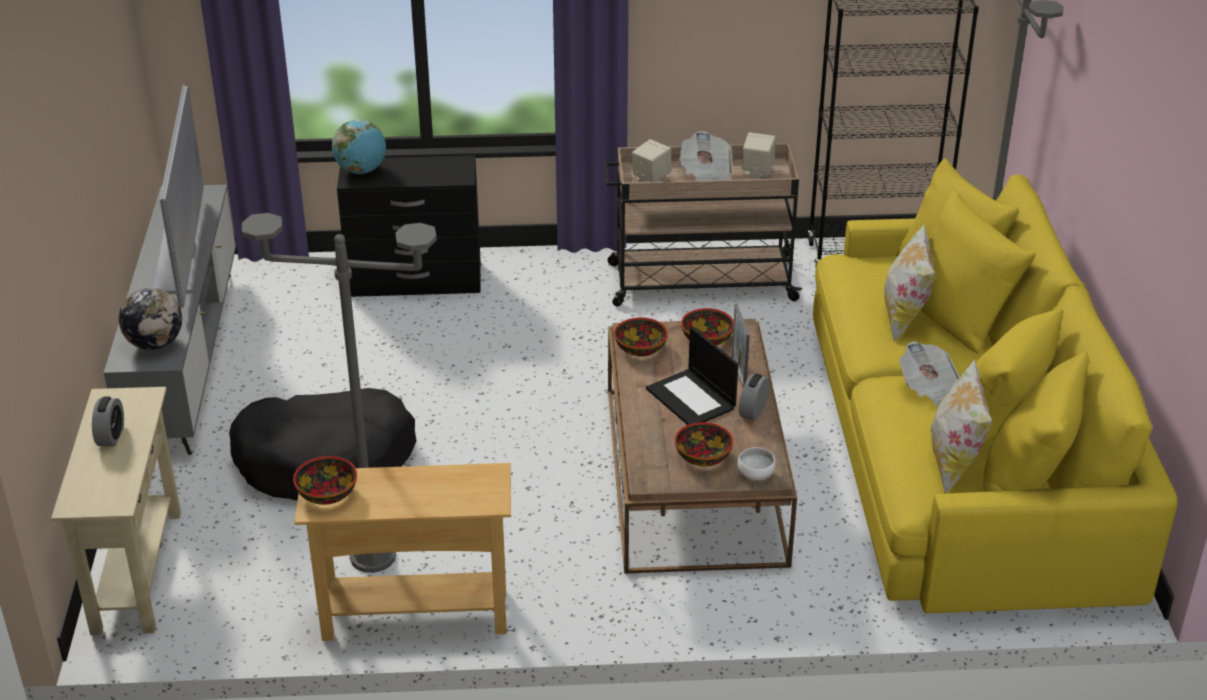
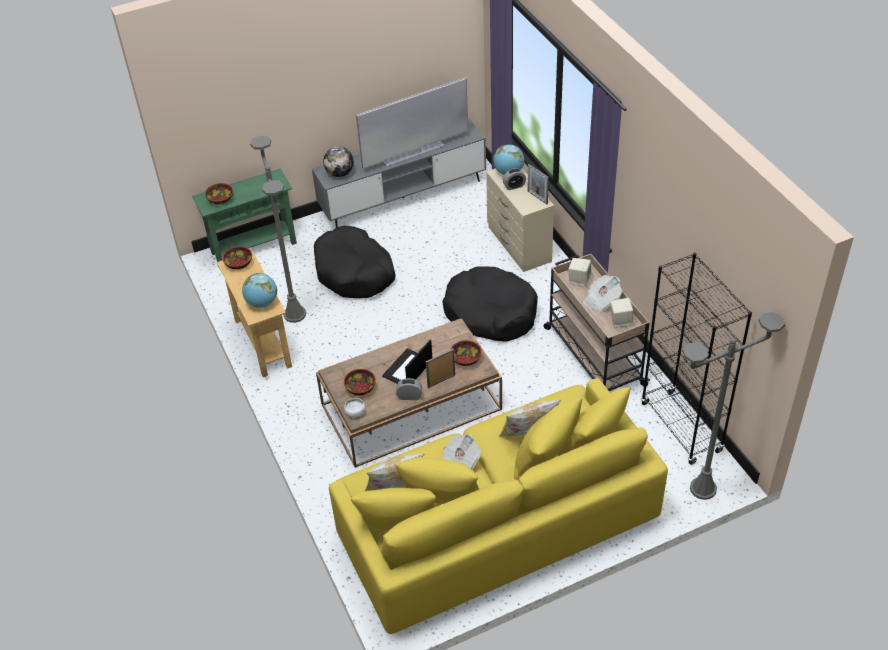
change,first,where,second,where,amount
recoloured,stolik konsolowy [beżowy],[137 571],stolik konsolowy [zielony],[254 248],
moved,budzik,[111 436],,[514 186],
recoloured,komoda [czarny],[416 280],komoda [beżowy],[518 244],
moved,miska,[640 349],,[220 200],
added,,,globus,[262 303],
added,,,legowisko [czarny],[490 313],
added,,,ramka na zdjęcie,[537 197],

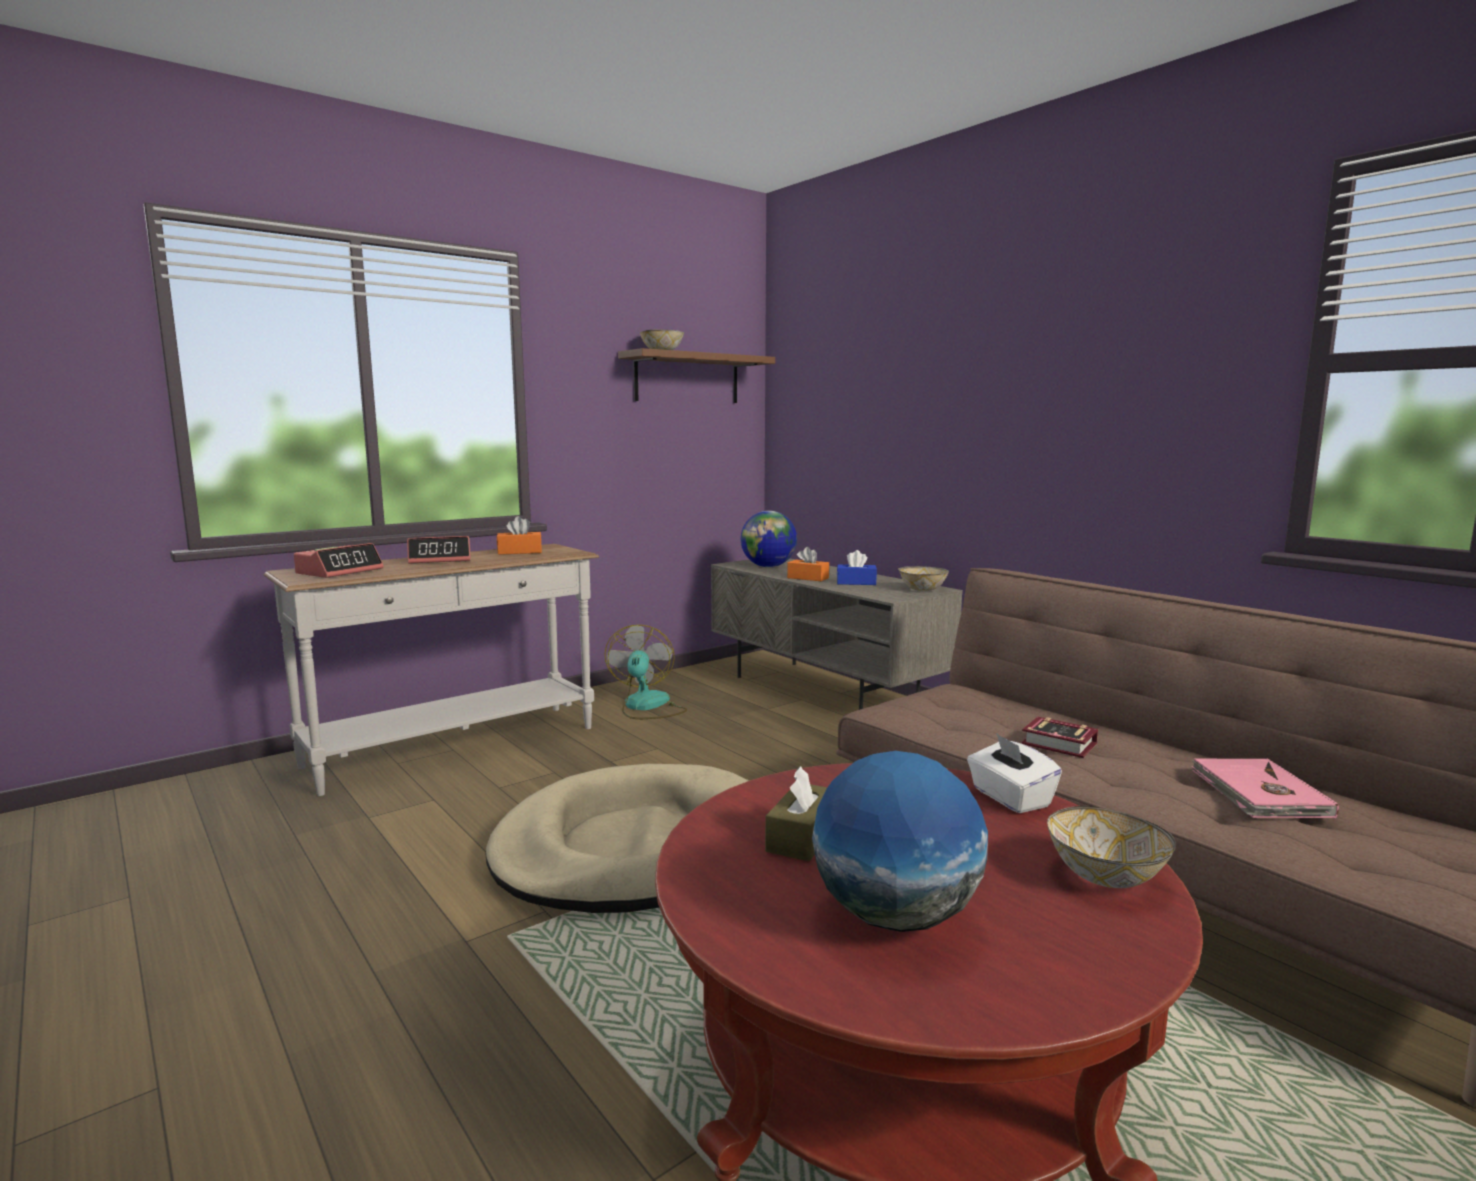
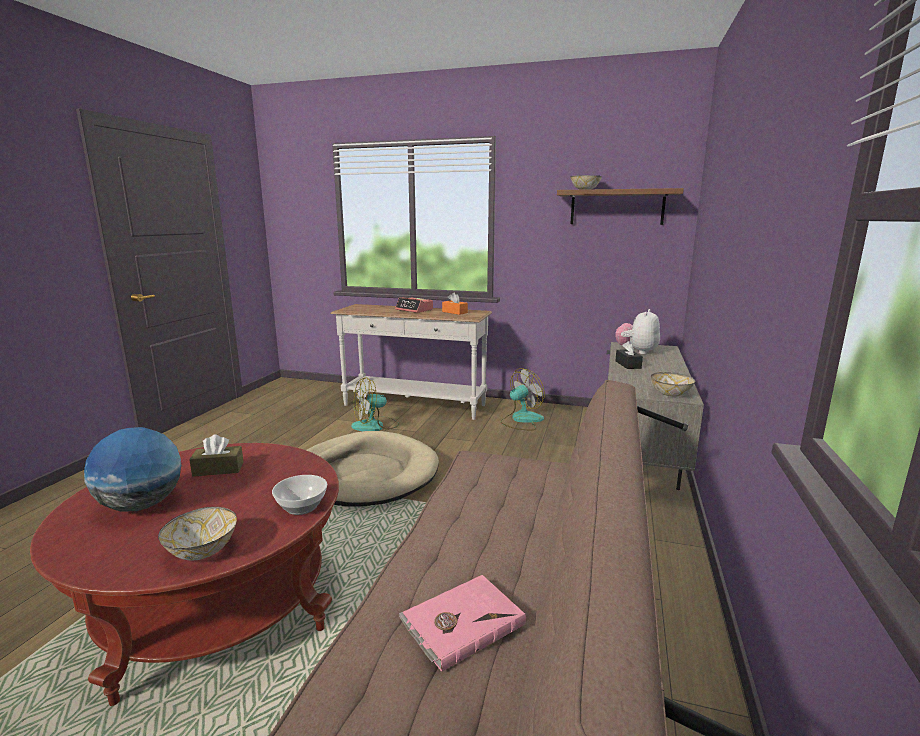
change,first,where,second,where,amount
removed,budzik,[340 571],,,
replaced,globus,[768 567],pluszak,[637 351],
recoloured,pudełko chusteczek [pomarańczowy],[808 578],pudełko chusteczek [czarny],[628 365],
removed,pudełko chusteczek [niebieski],[856 582],,,
replaced,pudełko chusteczek [biały],[1010 798],miska,[301 507],
removed,książka,[1061 745],,,
added,,,wentylator,[375 426],

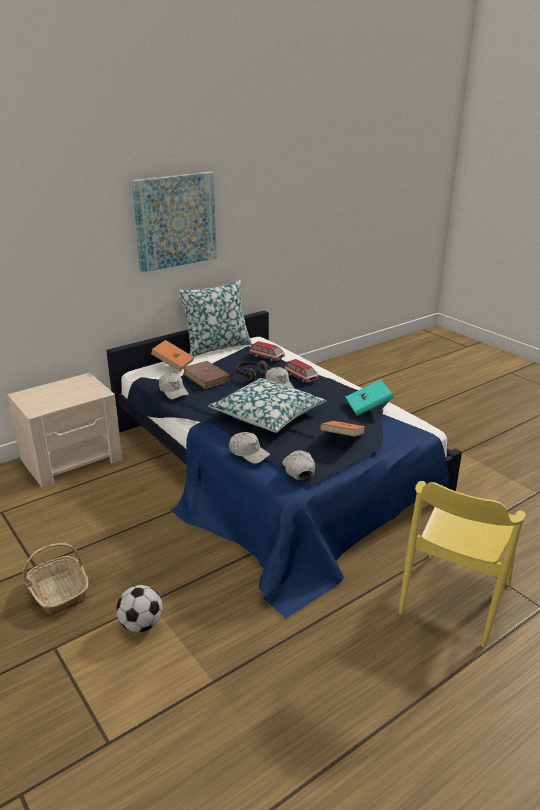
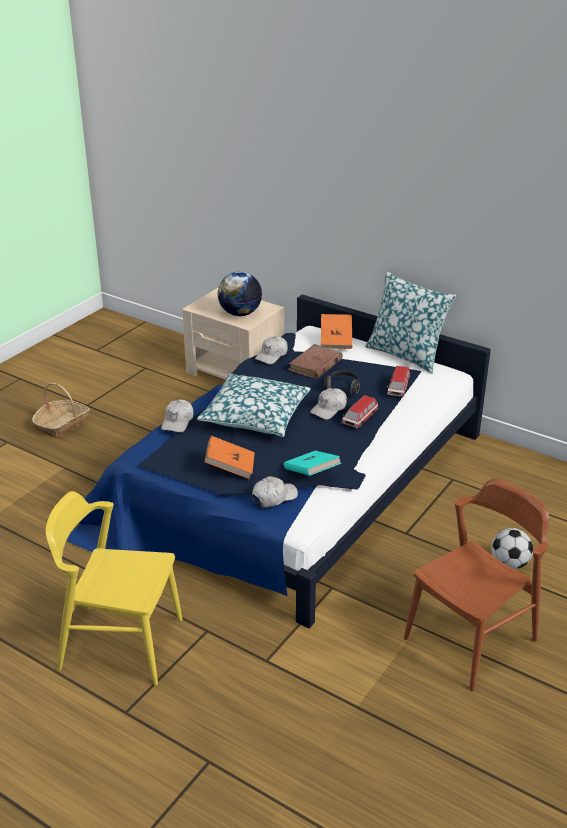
change,first,where,second,where,amount
moved,piłka futbolowa,[141 625],,[509 564],
removed,obraz,[175 221],,,
moved,czapka z daszkiem [biały],[298 469],,[274 497],
added,,,globus,[240 313],
added,,,krzesło [brązowy],[471 639],

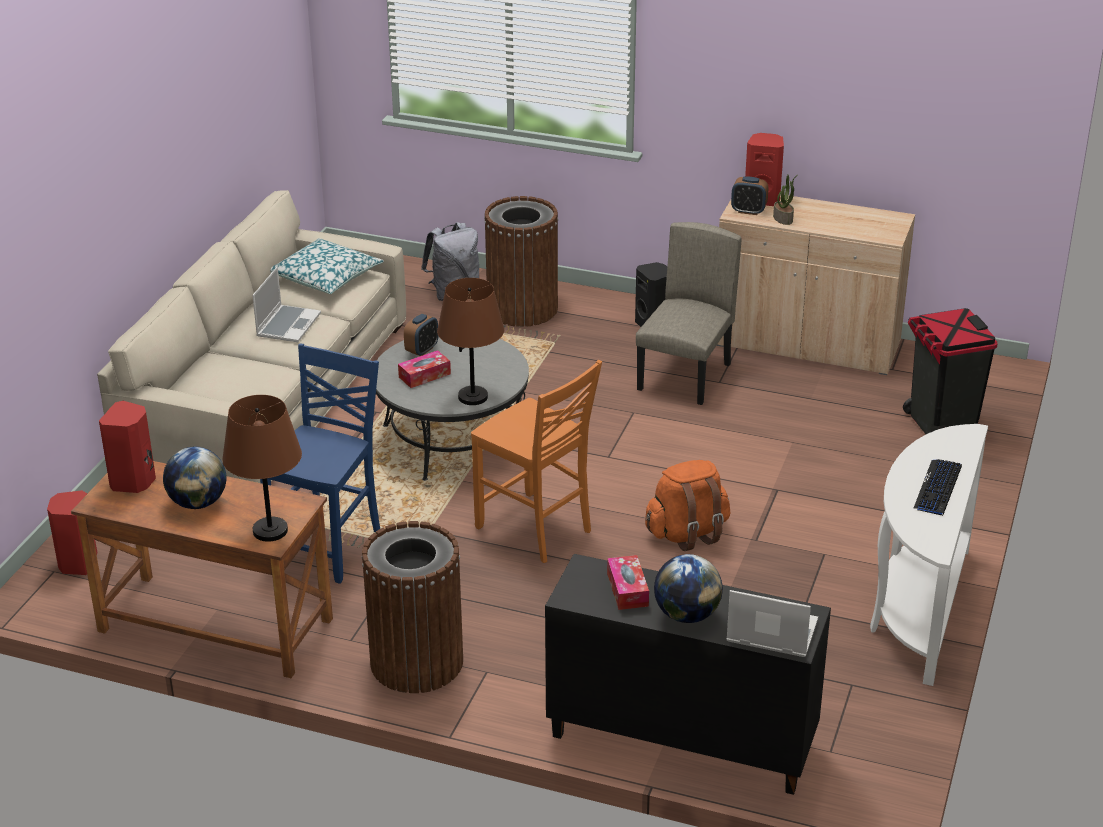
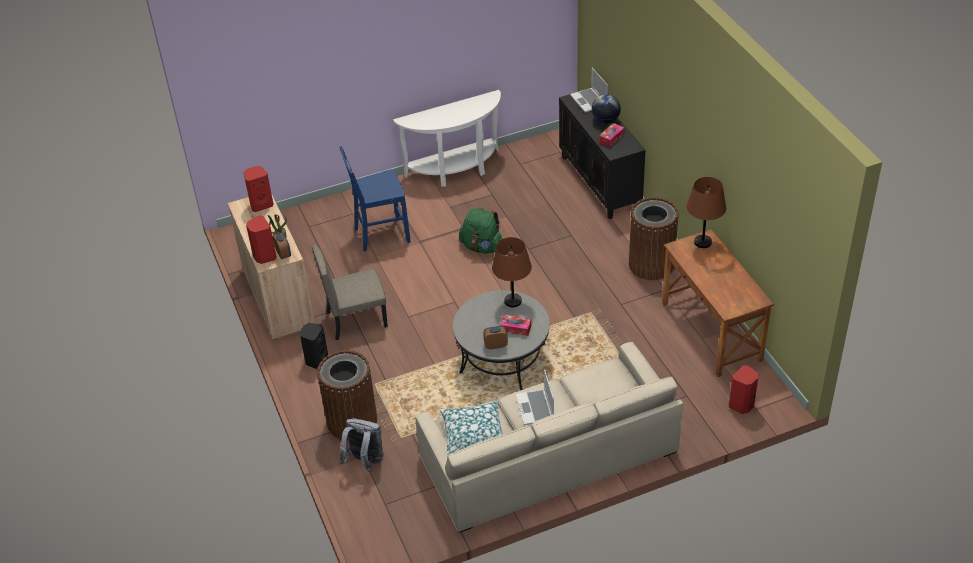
change,first,where,second,where,amount
moved,głośnik [czerwony],[134 482],,[261 204],
removed,globus,[198 502],,,
turned,laptop,[288 325],,[535 408],75 degrees counterclockwise
moved,krzesło [niebieski],[329 547],,[380 235],
removed,krzesło [pomarańczowy],[536 530],,,
recoloured,plecak [pomarańczowy],[687 533],plecak [zielony],[482 247],
removed,kosz na śmieci [czarny],[940 428],,,
removed,klawiatura,[937 488],,,

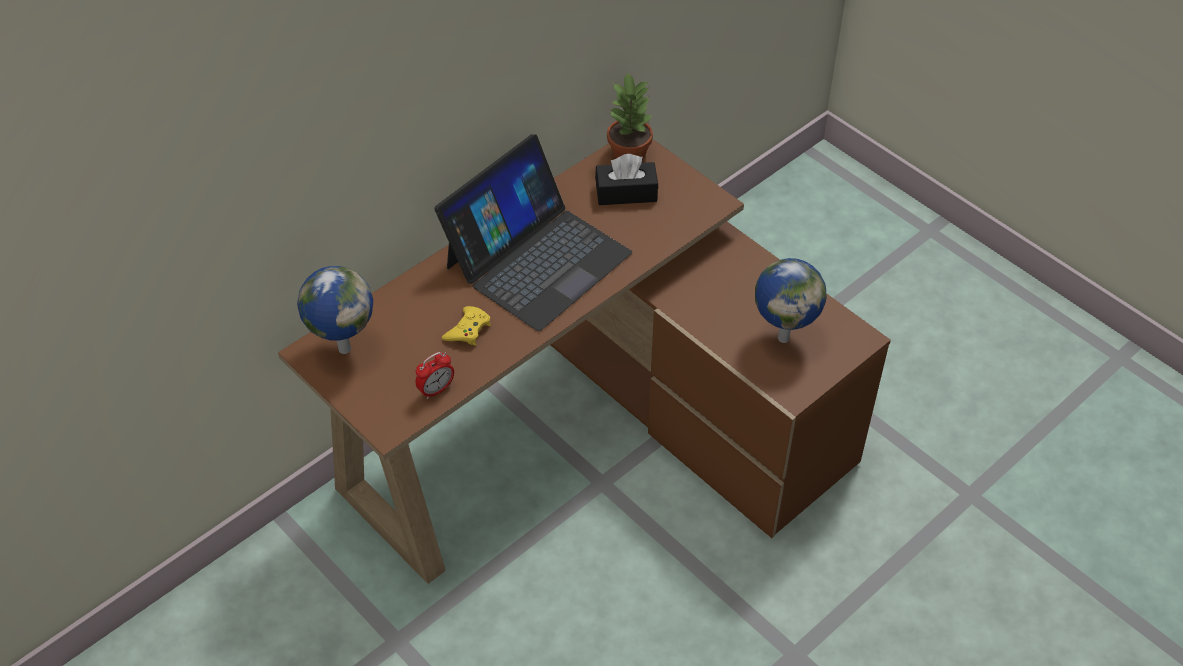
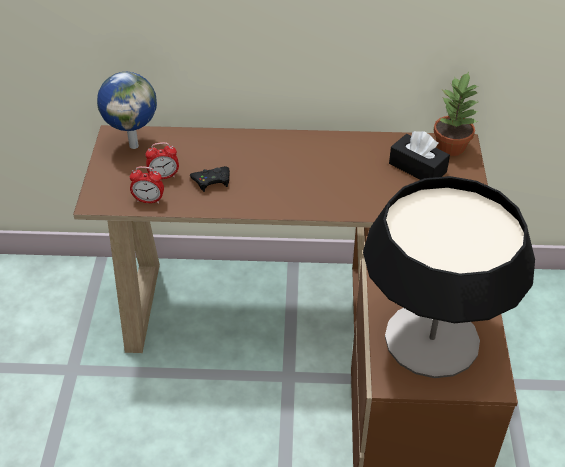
change,first,where,second,where,amount
removed,laptop,[537 259],,,
recoloured,pad do gier [żółty],[468 330],pad do gier [czarny],[212 181],
replaced,globus,[783 337],lampa stołowa,[432 339],
added,,,budzik,[164 176],

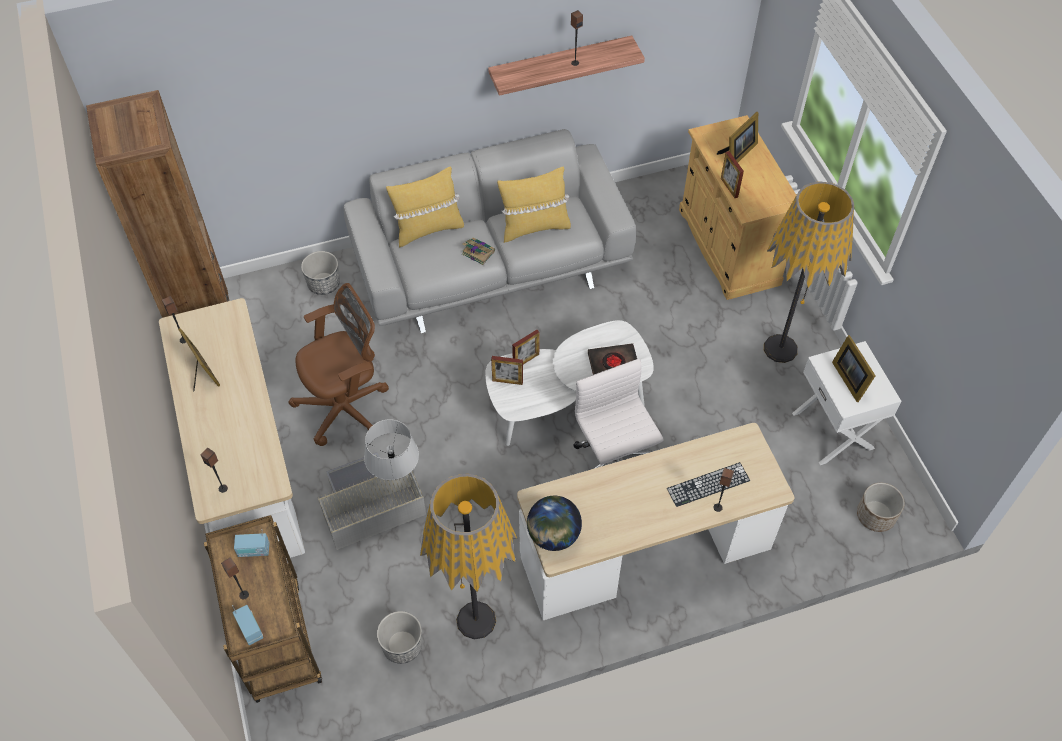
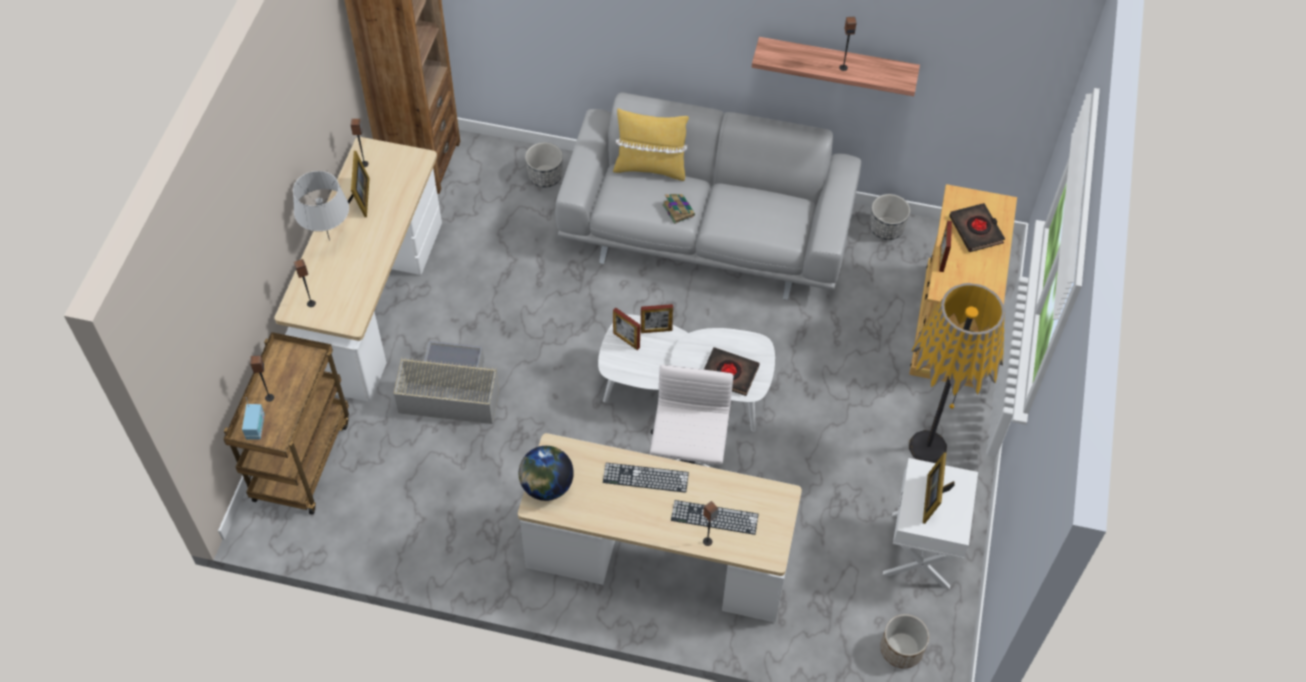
change,first,where,second,where,amount
removed,radio,[254 550],,,
removed,krzesło biurowe [brązowy],[347 407],,,
moved,lampa stołowa [szary],[396 480],,[329 240],
moved,donica,[402 645],,[886 228],
removed,lampa stojąca,[476 620],,,
removed,poduszka [żółty],[534 227],,,
replaced,ramka na zdjęcie,[737 154],książka [czarny],[976 230],
added,,,klawiatura,[645 477],

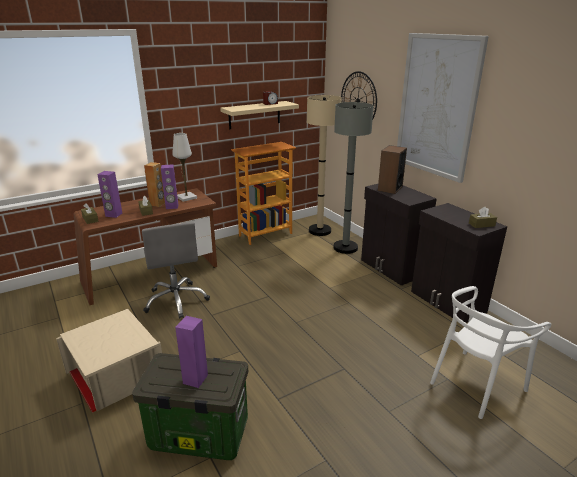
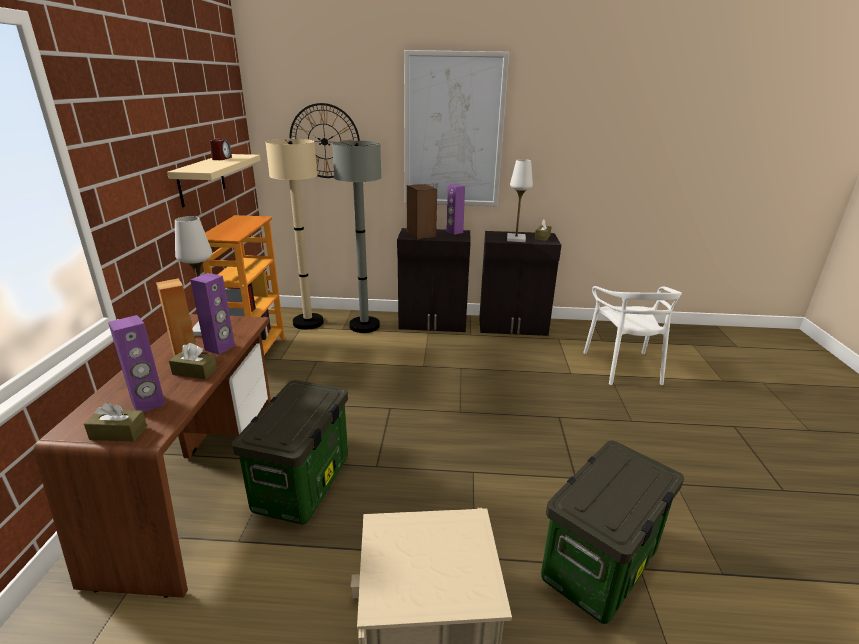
change,first,where,second,where,amount
replaced,krzesło biurowe [szary],[176 300],pojemnik do przechowywania,[303 485],
moved,głośnik [fioletowy],[195 379],,[454 232],
added,,,lampa stołowa [biały],[516 239],

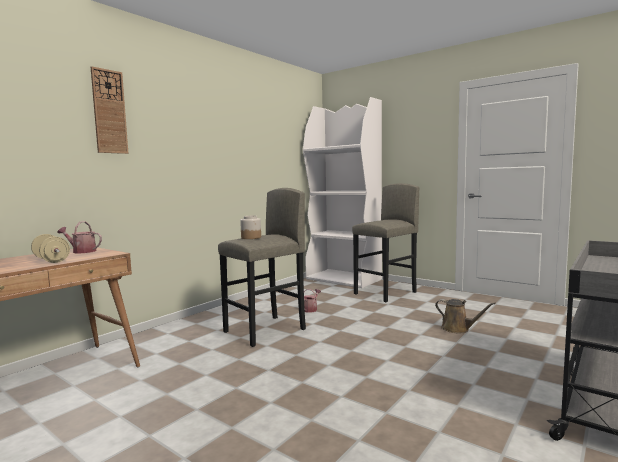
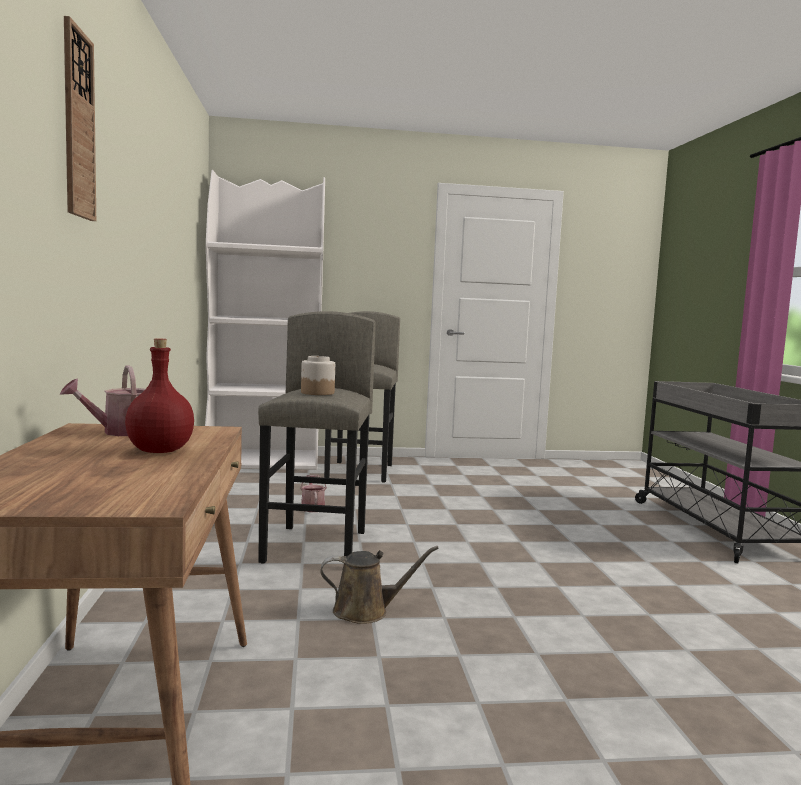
change,first,where,second,where,amount
replaced,hantel [beżowy],[51 260],butelka [czerwony],[161 451],
moved,konewka [brązowy],[458 329],,[366 611],

